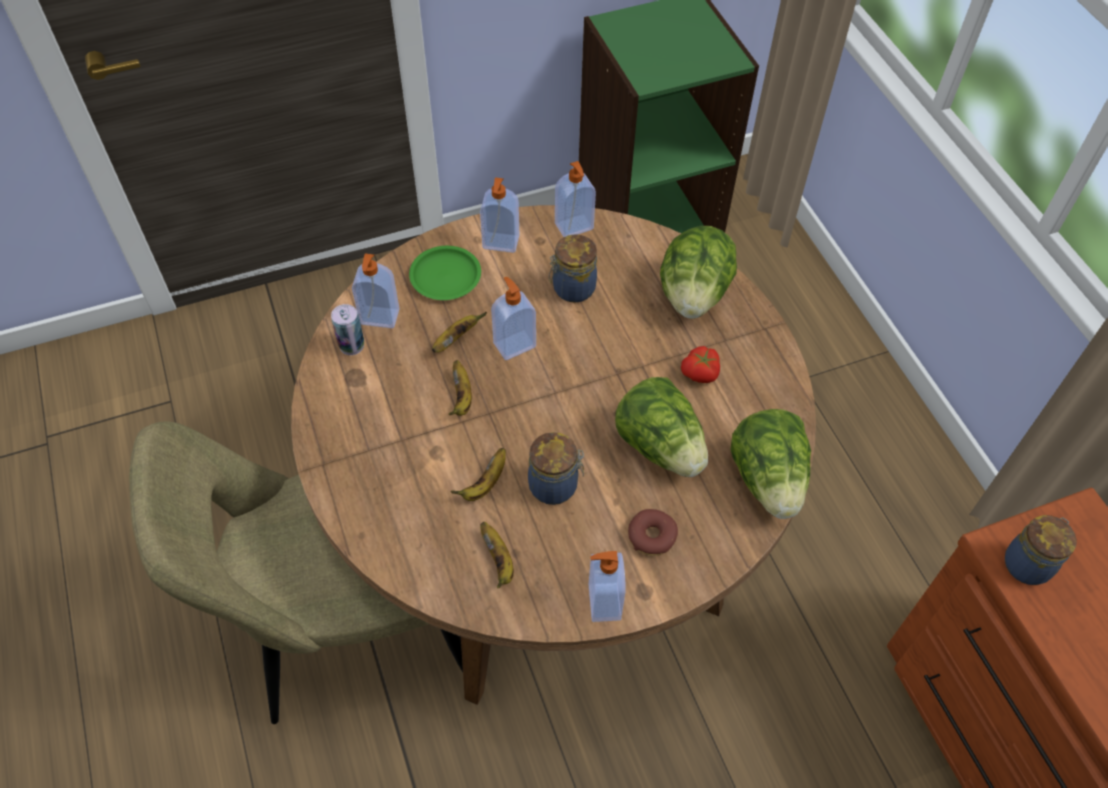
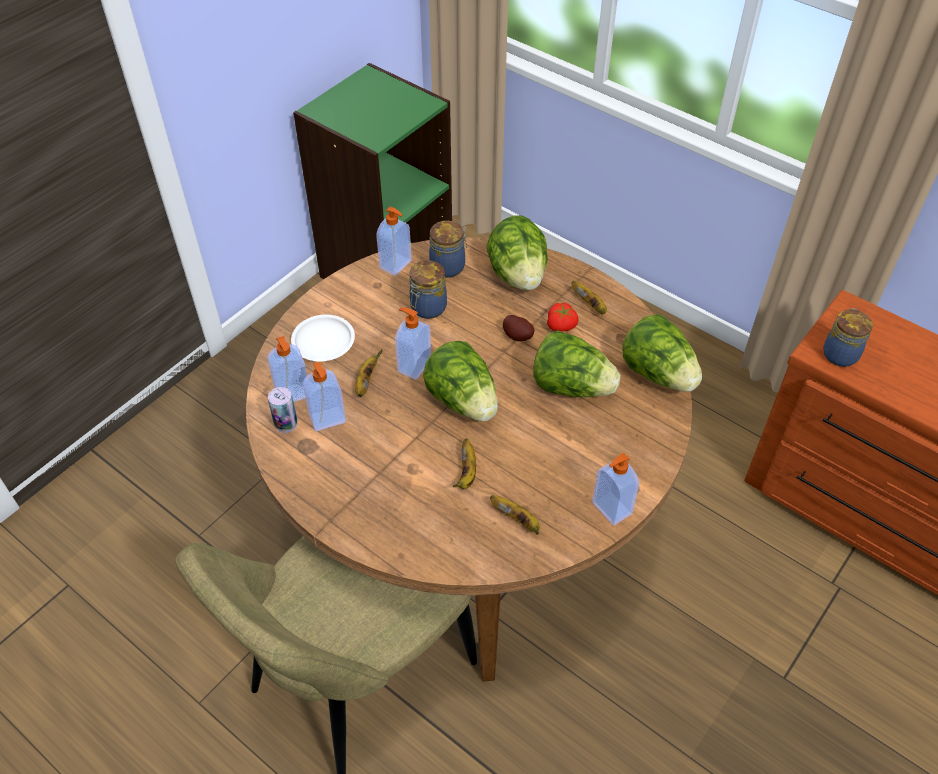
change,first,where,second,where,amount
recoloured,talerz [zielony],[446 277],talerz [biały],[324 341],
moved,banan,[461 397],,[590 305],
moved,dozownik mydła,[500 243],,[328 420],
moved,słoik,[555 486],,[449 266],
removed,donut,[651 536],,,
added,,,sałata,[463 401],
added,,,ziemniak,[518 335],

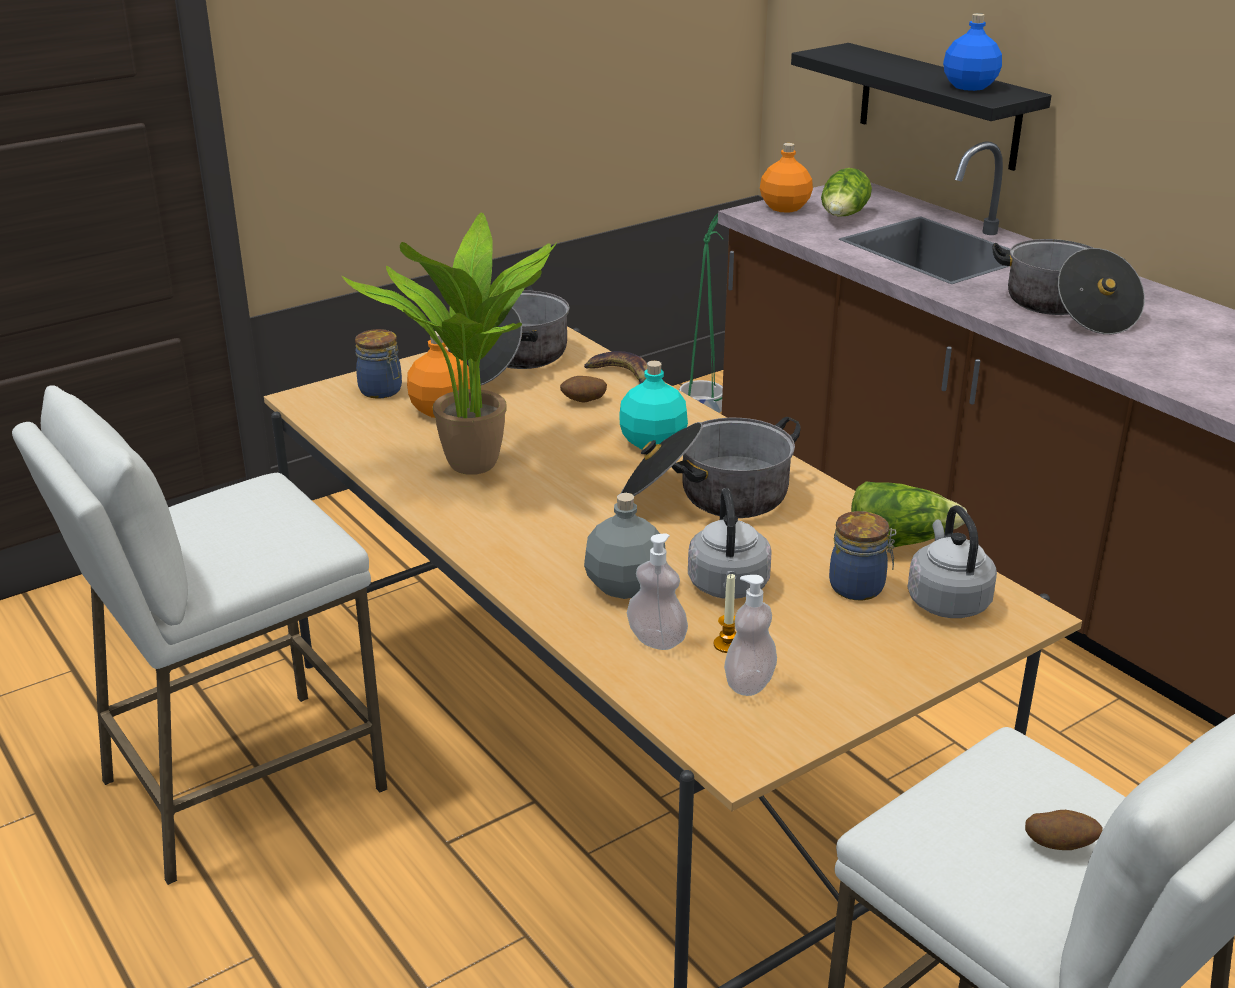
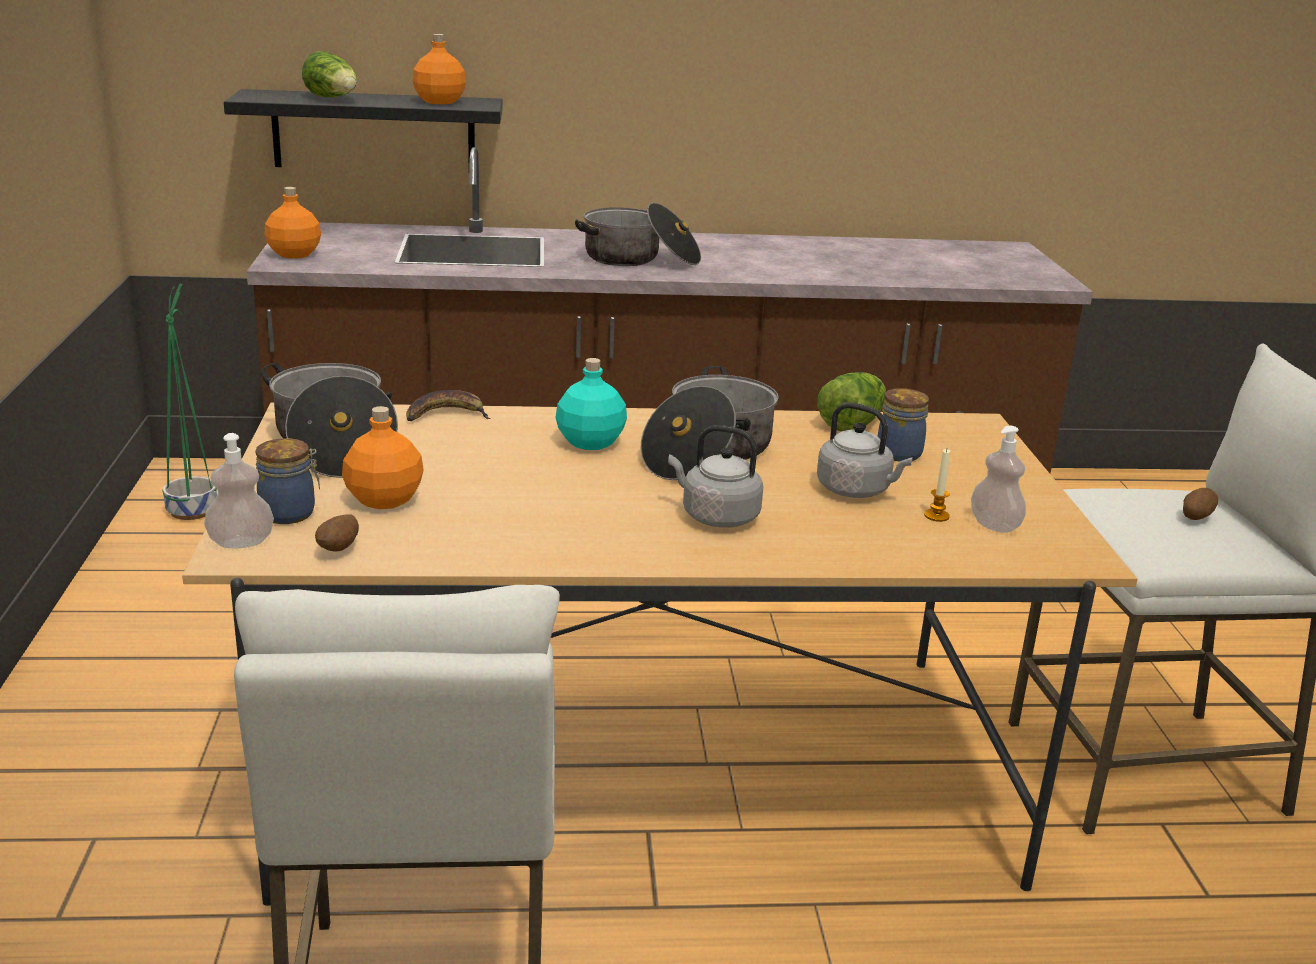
change,first,where,second,where,amount
removed,roślina doniczkowa,[479 468],,,
moved,ziemniak,[583 401],,[339 549],
removed,butelka [szary],[625 586],,,
moved,dozownik mydła,[656 640],,[241 542],
moved,sałata,[843 217],,[334 99],
moved,czajnik [szary],[946 600],,[716 516],
recoloured,butelka [niebieski],[968 86],butelka [pomarańczowy],[439 102],

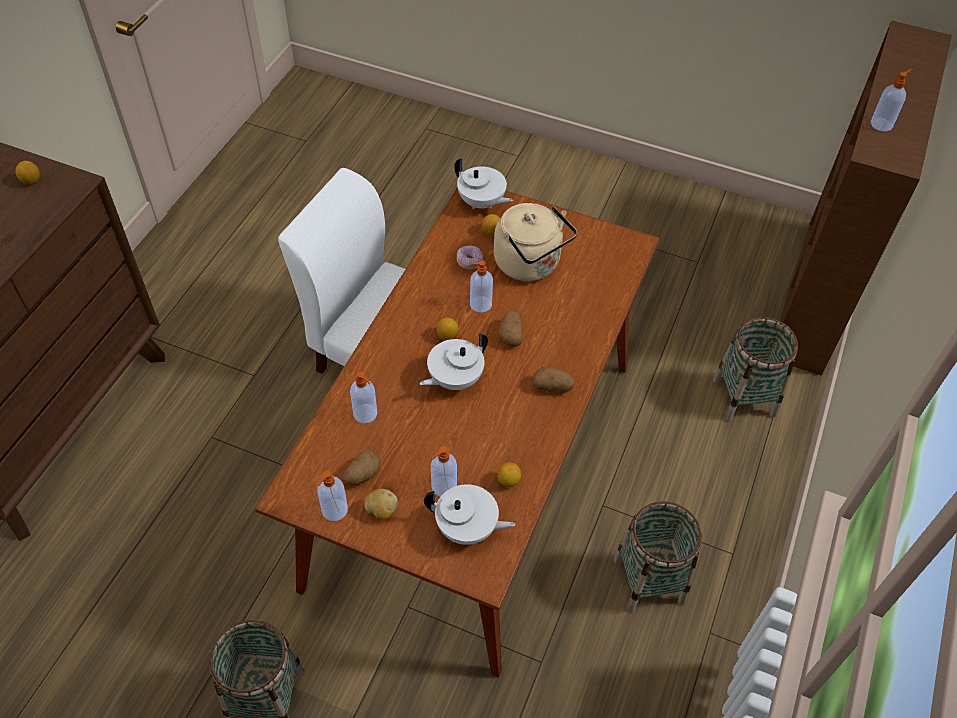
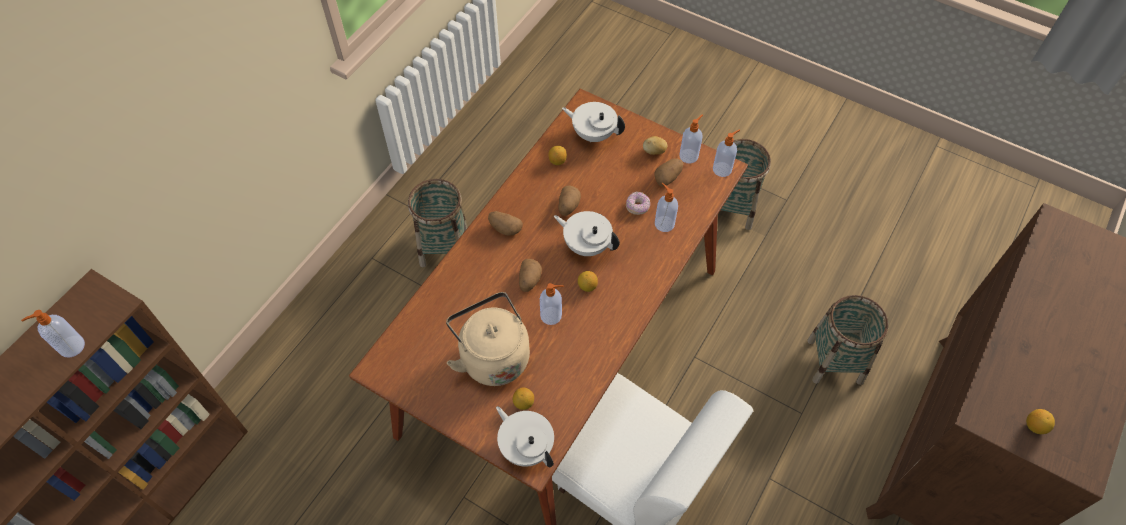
change,first,where,second,where,amount
turned,imbryk [biały],[454 379],,[586 245],120 degrees counterclockwise
moved,dozownik mydła,[443 487],,[722 169],
moved,donut,[469 261],,[637 207],
moved,koszyk,[744 397],,[834 361],
added,,,ziemniak,[568 206],

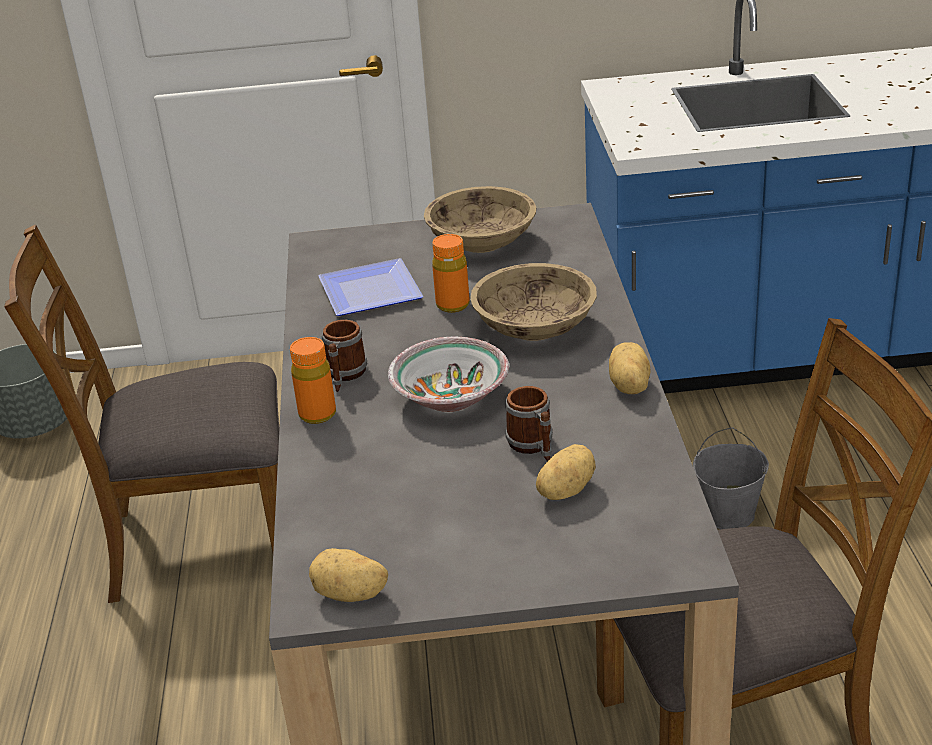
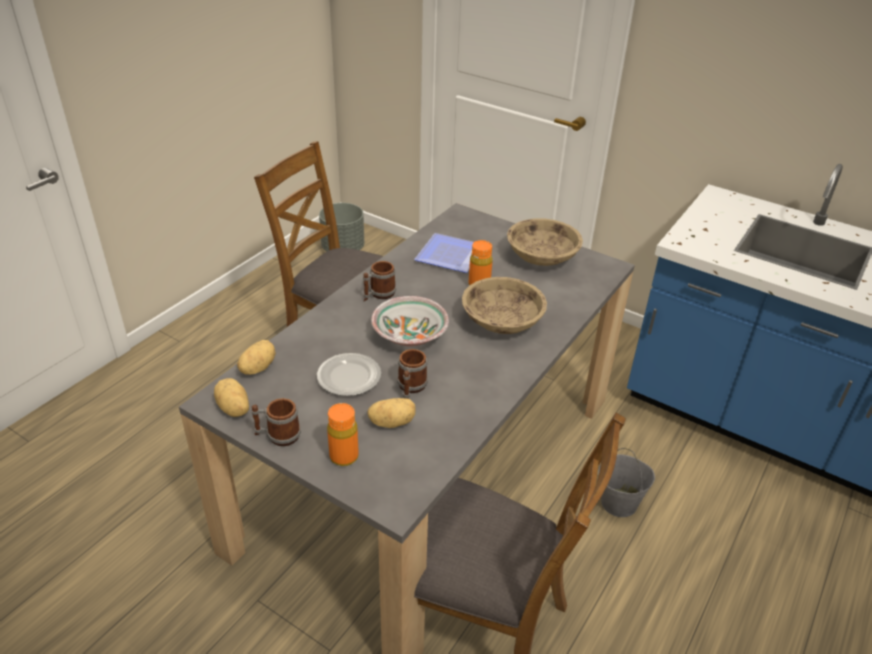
change,first,where,second,where,amount
moved,butelka [pomarańczowy],[317 414],,[344 456],
moved,ziemniak,[628 386],,[257 368],
added,,,kubek,[278 435],
added,,,talerz,[348 377],

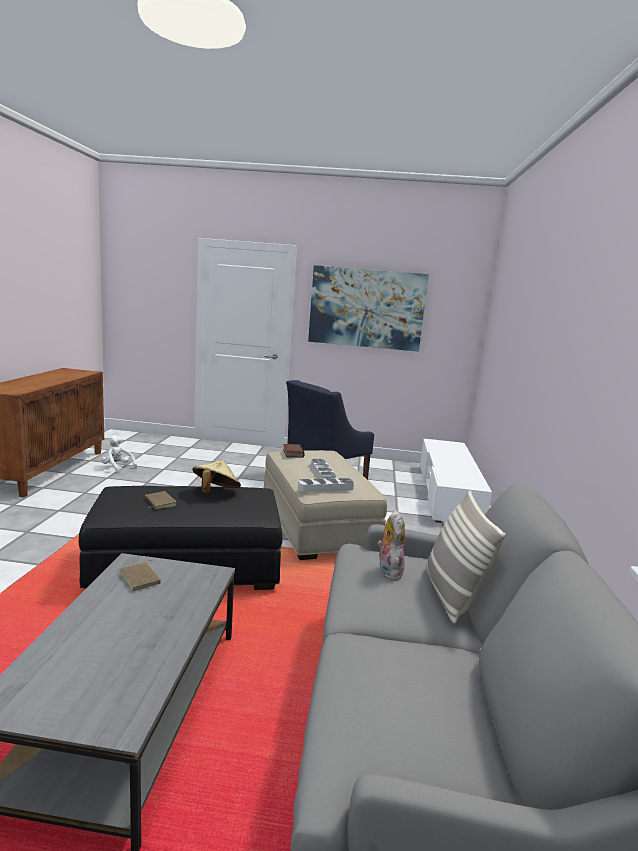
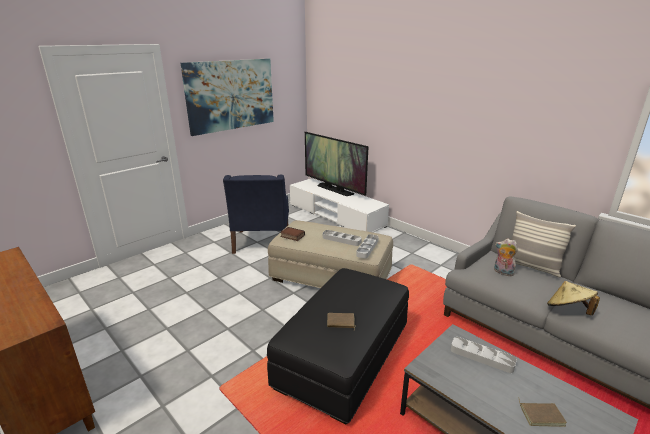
change,first,where,second,where,amount
removed,pluszak [biały],[117 467],,,
moved,książka [brązowy],[141 578],,[541 414],
moved,kapelusz [beżowy],[215 492],,[568 310],
added,,,telewizor,[334 189],
added,,,taca [szary],[482 357],

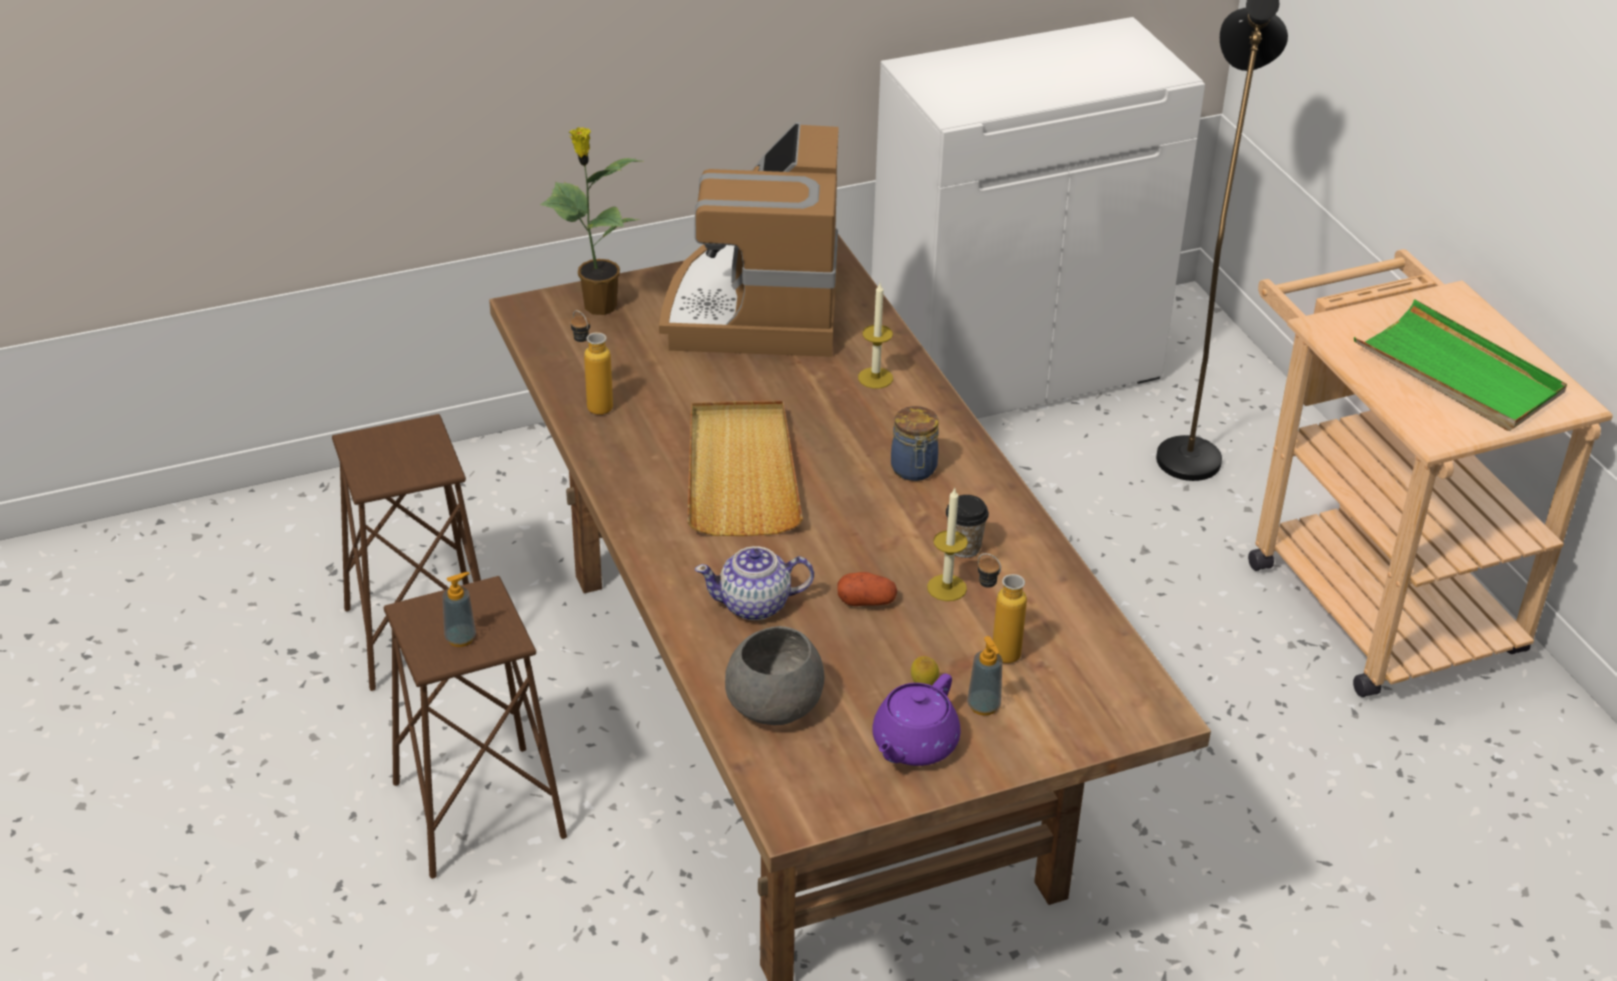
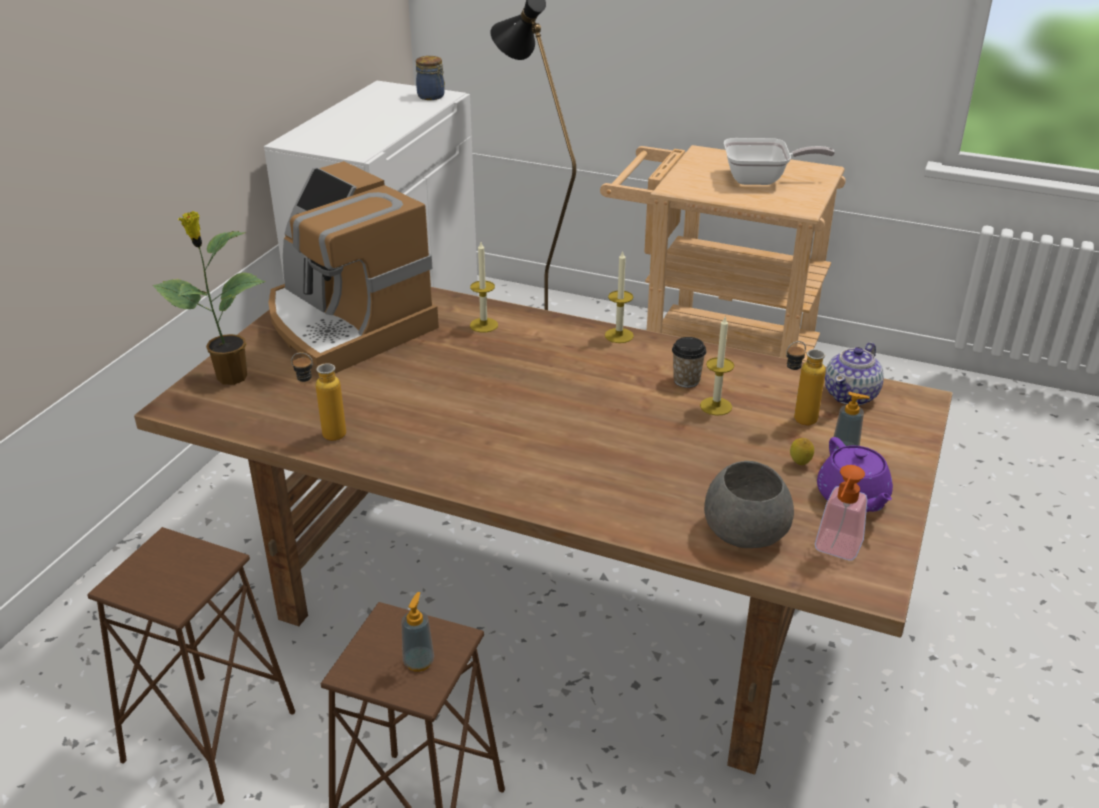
change,first,where,second,where,amount
removed,taca [beżowy],[741 472],,,
moved,imbryk,[755 605],,[851 395],
removed,ziemniak,[866 601],,,
moved,słoik,[914 470],,[432 96],
replaced,taca [zielony],[1458 373],patelnia,[762 180],
added,,,świeca,[619 335],
added,,,dozownik mydła,[836 551],

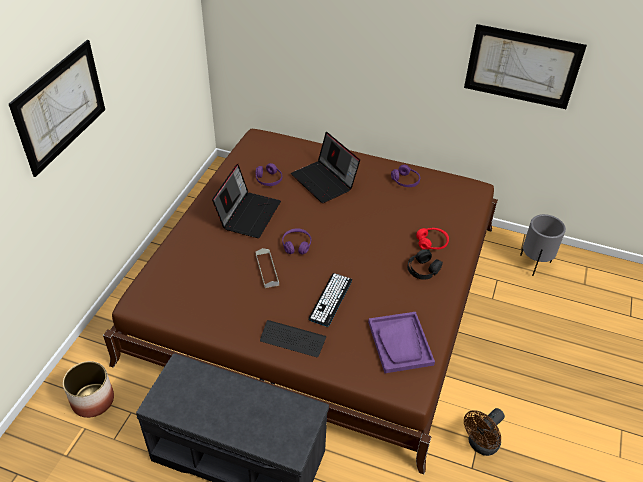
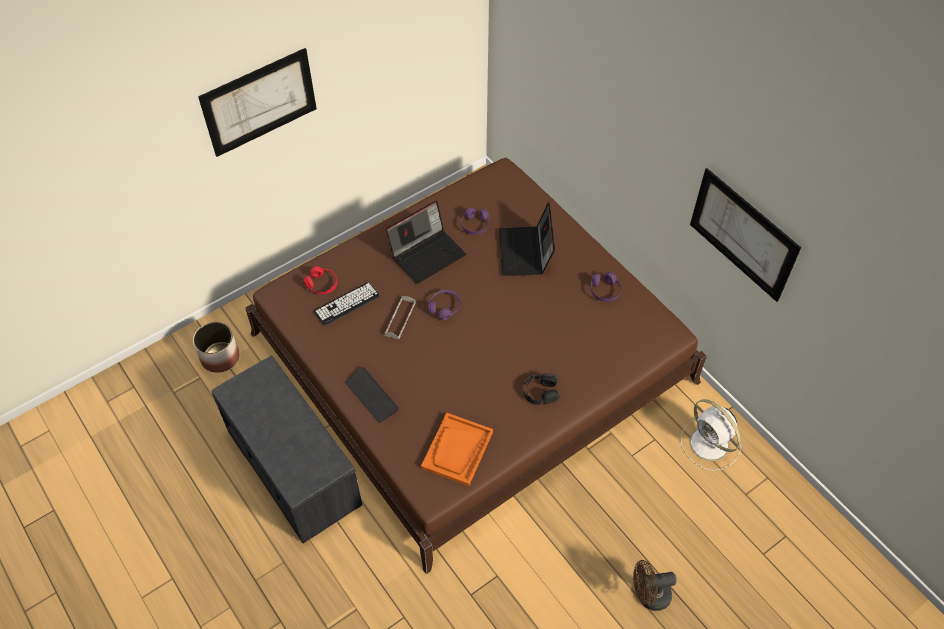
change,first,where,second,where,amount
moved,klawiatura,[330 299],,[347 304],
recoloured,taca [fioletowy],[400 343],taca [pomarańczowy],[457 450],
moved,słuchawki [czerwony],[432 243],,[321 284],
moved,wentylator [brązowy],[480 445],,[648 596],
replaced,donica [szary],[534 264],wentylator [biały],[710 445],

